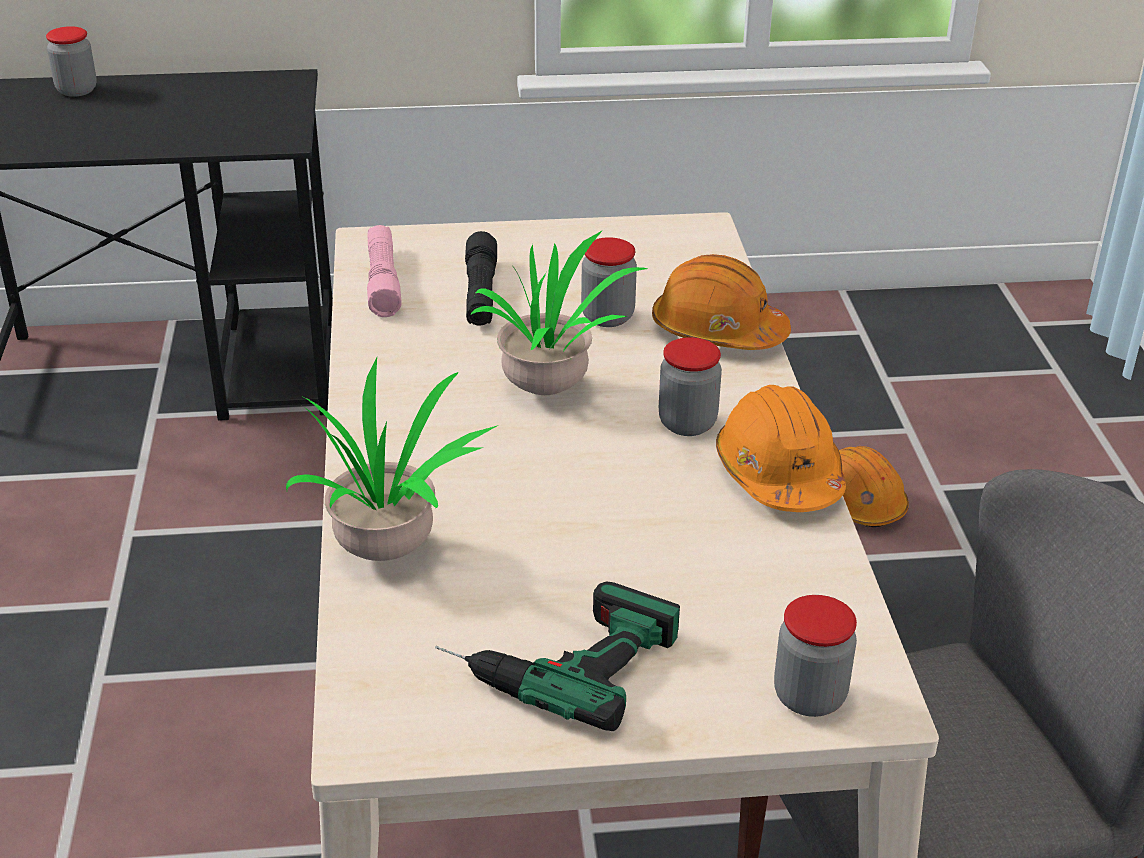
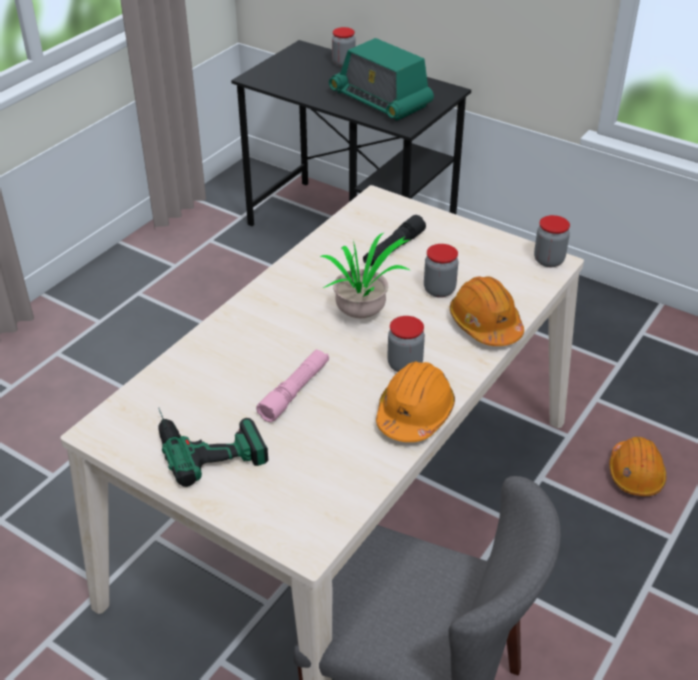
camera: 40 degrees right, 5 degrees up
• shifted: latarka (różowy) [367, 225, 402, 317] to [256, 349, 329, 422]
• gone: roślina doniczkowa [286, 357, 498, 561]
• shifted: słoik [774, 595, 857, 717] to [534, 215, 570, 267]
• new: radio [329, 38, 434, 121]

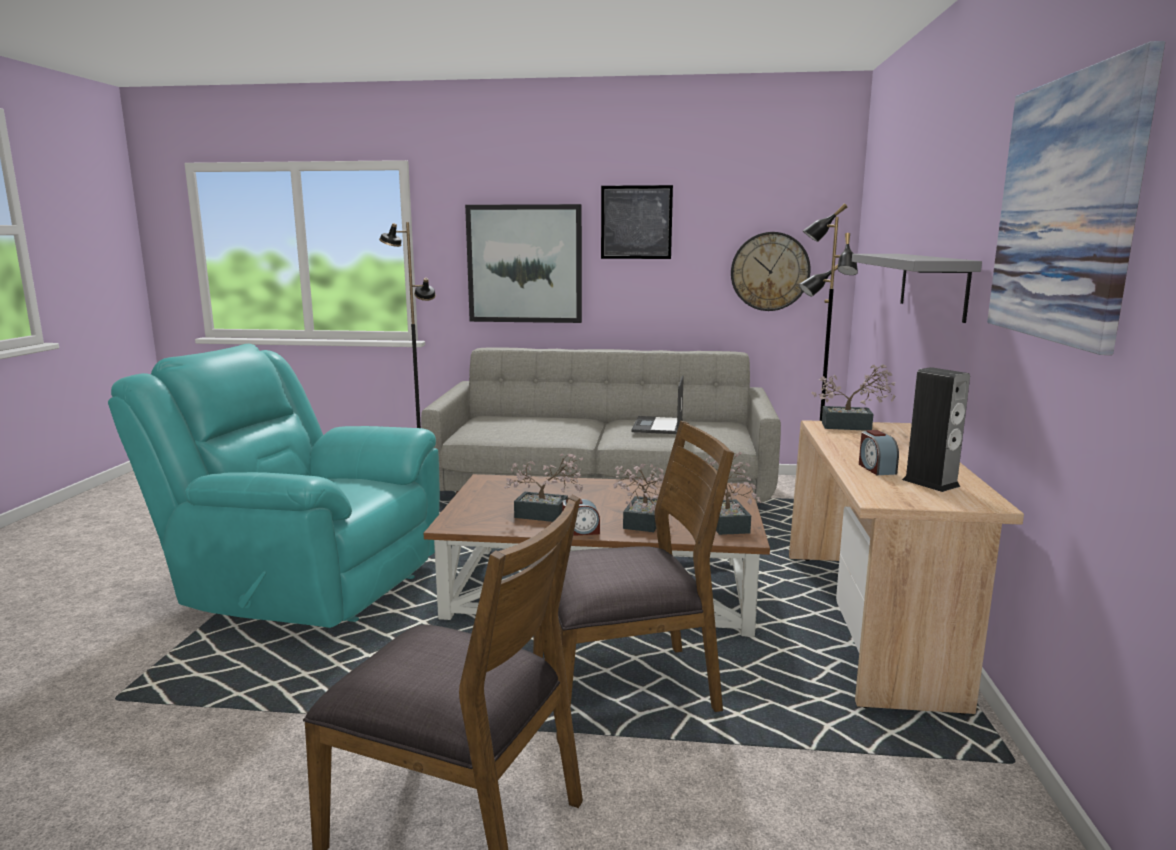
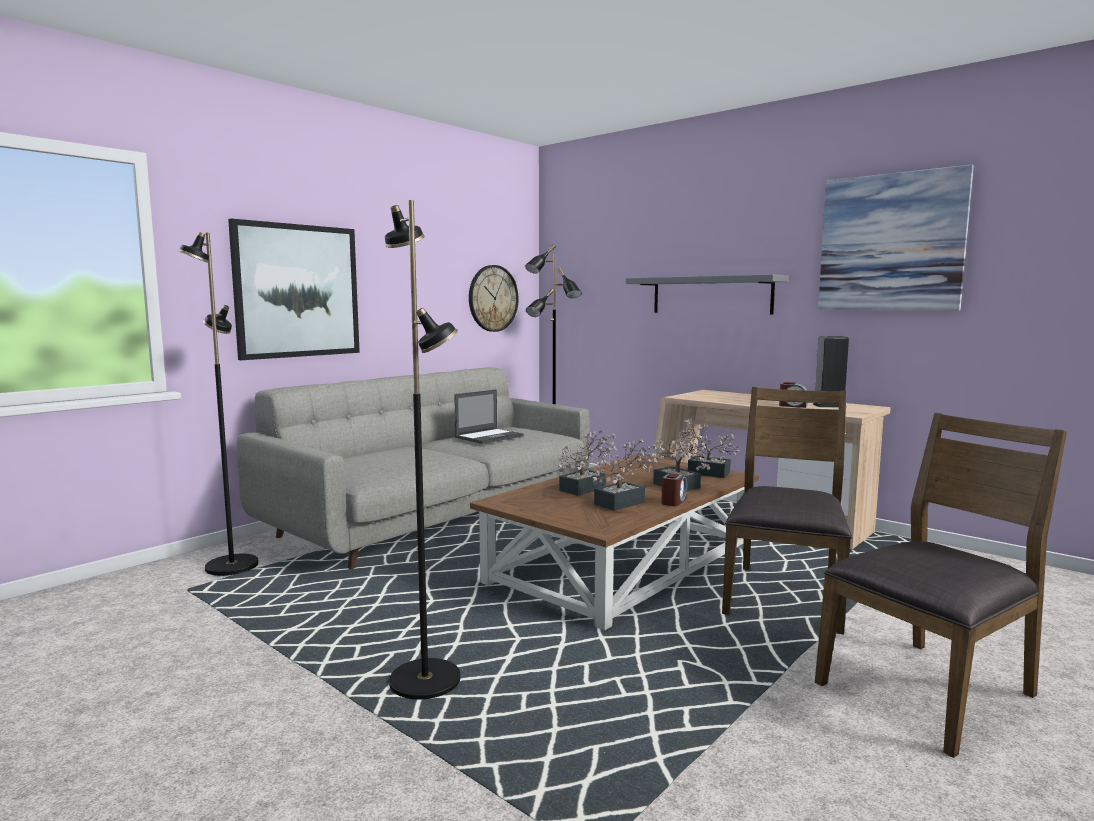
camera: 55 degrees left, 5 degrees down
• gone: obraz [601, 185, 673, 259]
• swapped: fotel (turkusowy) [108, 344, 440, 628] to lampa stojąca (czarny) [385, 200, 460, 699]
• shifted: roślina doniczkowa [812, 365, 895, 431] to [558, 430, 617, 496]
• rotated: laptop [631, 375, 684, 434] = [454, 389, 524, 444] 90 degrees counterclockwise

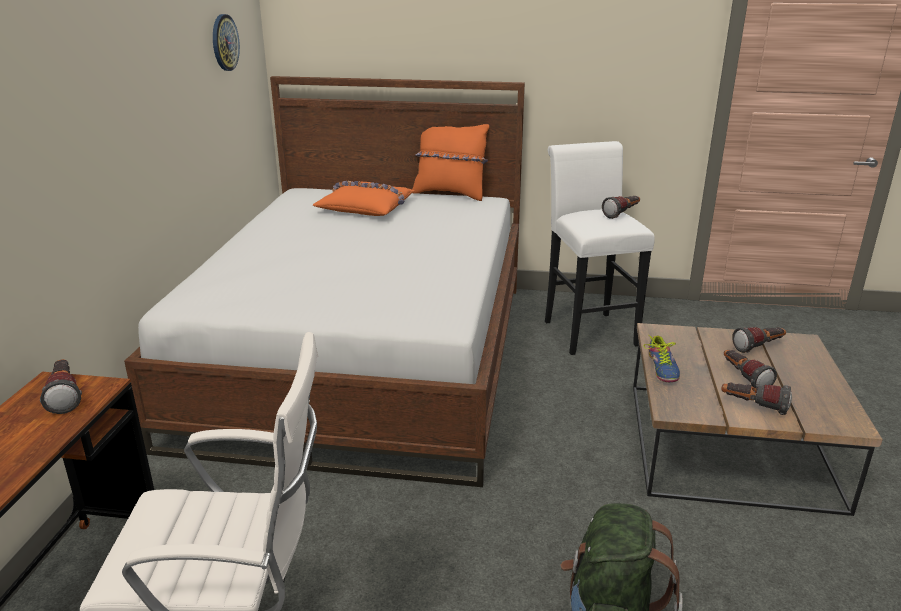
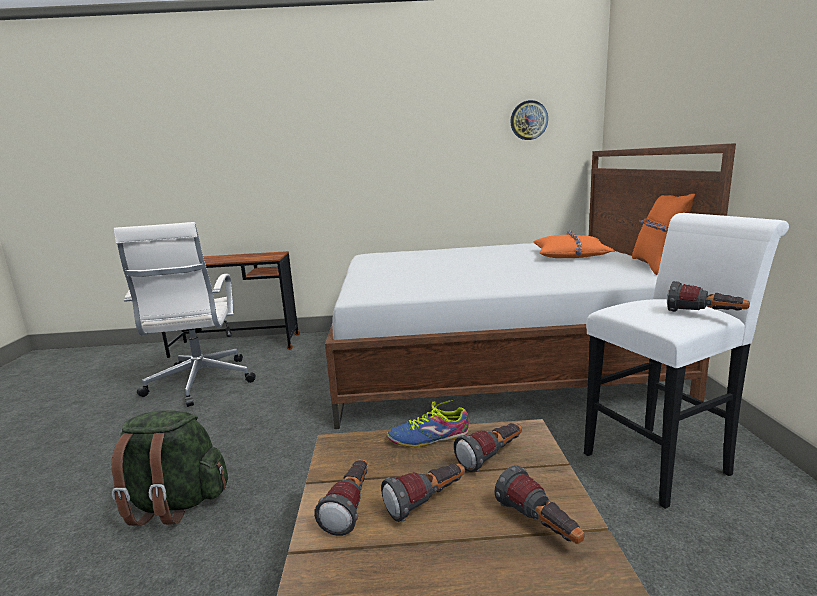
camera: 80 degrees right, 10 degrees down
• shifted: latarka [40, 359, 82, 414] to [454, 423, 522, 472]

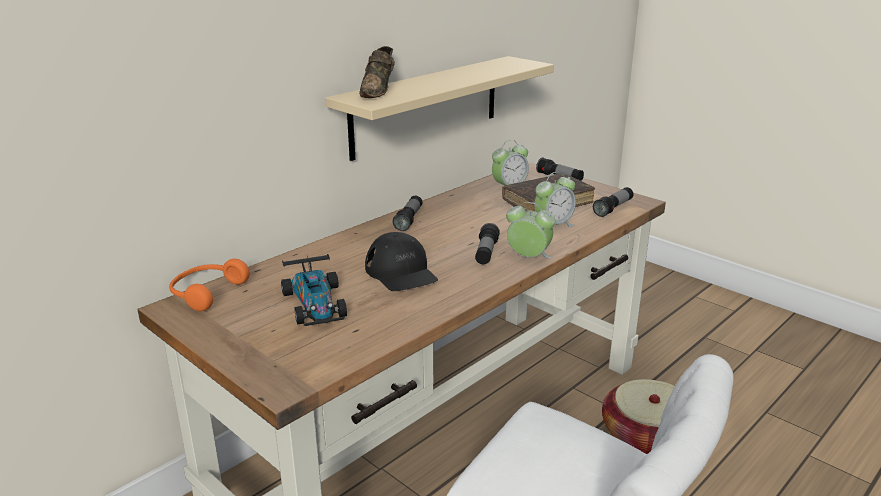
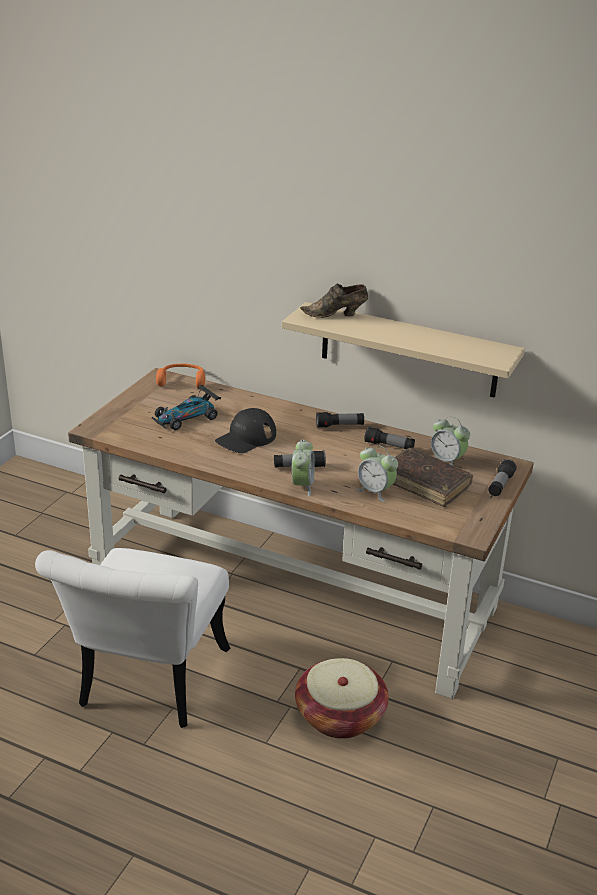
camera: 70 degrees right, 5 degrees up
• shifted: latarka [593, 187, 633, 217] to [364, 427, 415, 449]

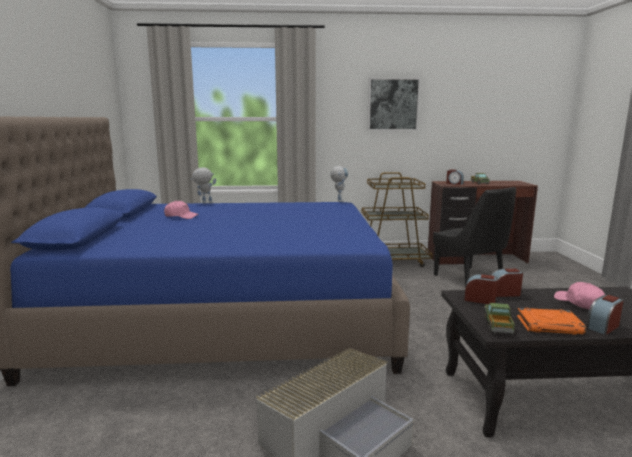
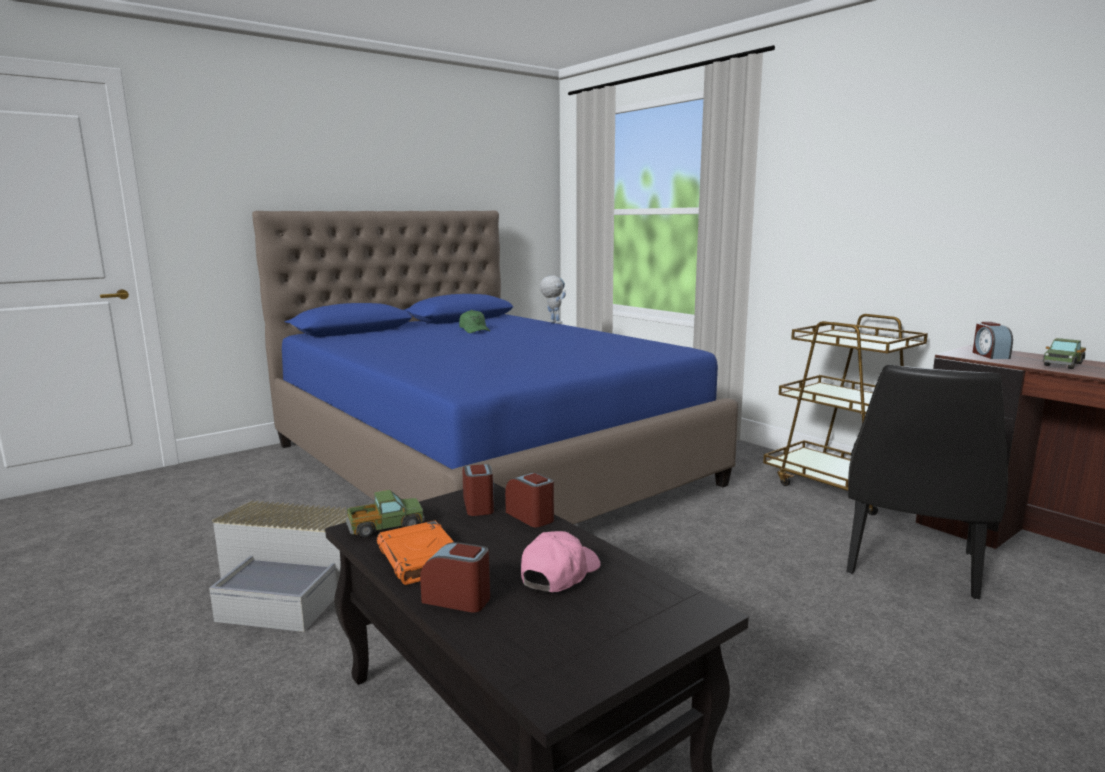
camera: 55 degrees right, 0 degrees up
• gone: obraz [367, 77, 421, 131]
• gone: robot zabawkowy [330, 166, 348, 202]
• repainted: czapka z daszkiem (różowy) [164, 200, 199, 219] to czapka z daszkiem (zielony) [459, 310, 490, 333]

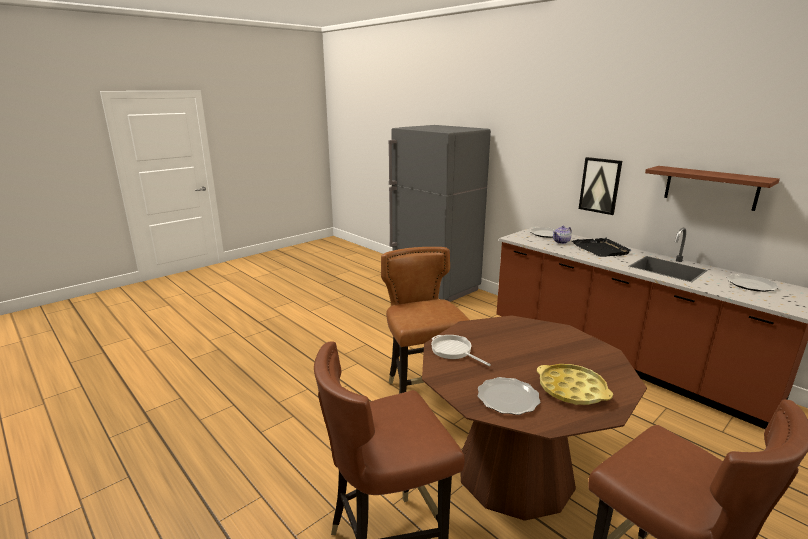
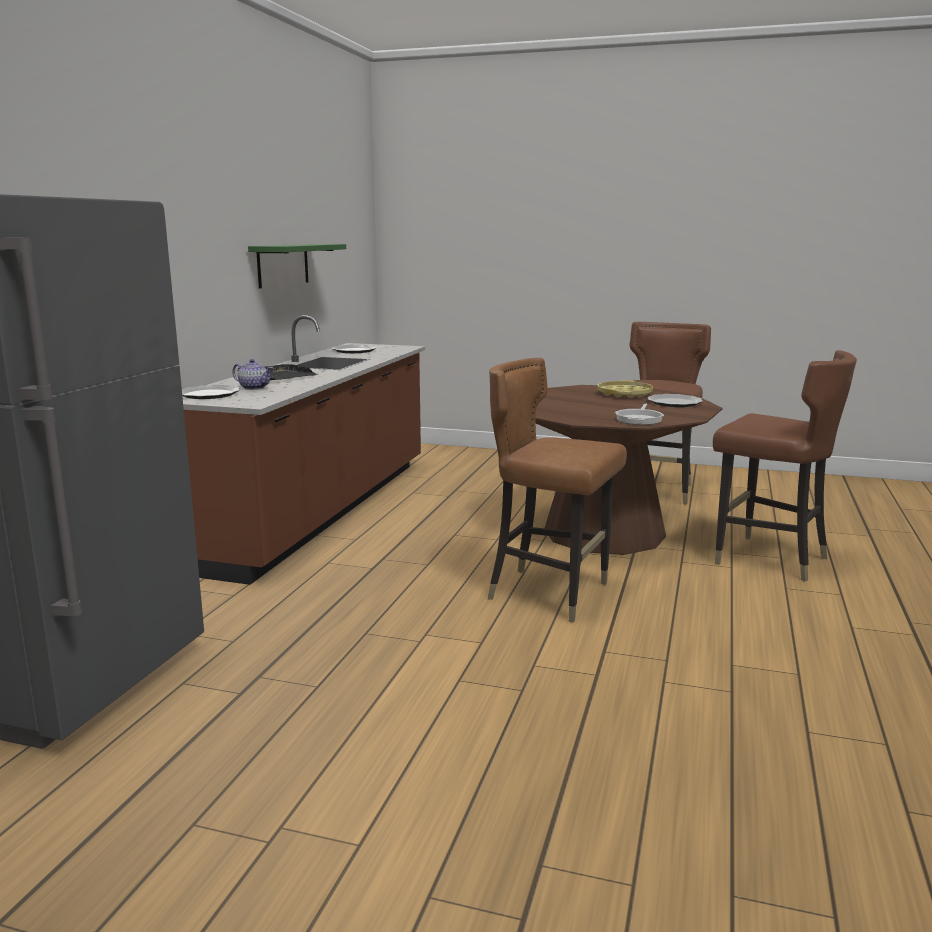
camera: 120 degrees left, 5 degrees down
• gone: obraz [579, 157, 622, 215]
• repainted: półka (brązowy) [645, 166, 780, 211] to półka (zielony) [248, 244, 346, 288]
• rotated: krzesło (brązowy) [381, 247, 470, 394] = [488, 358, 627, 623] 75 degrees clockwise

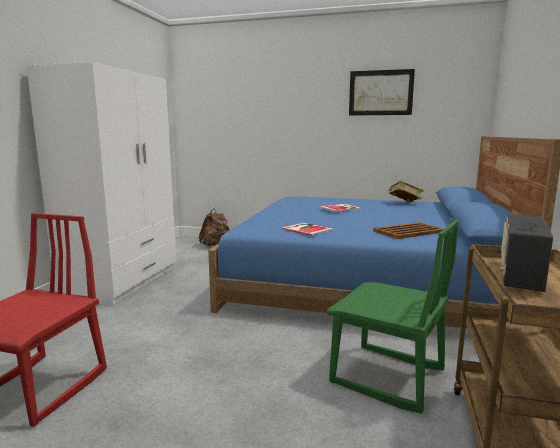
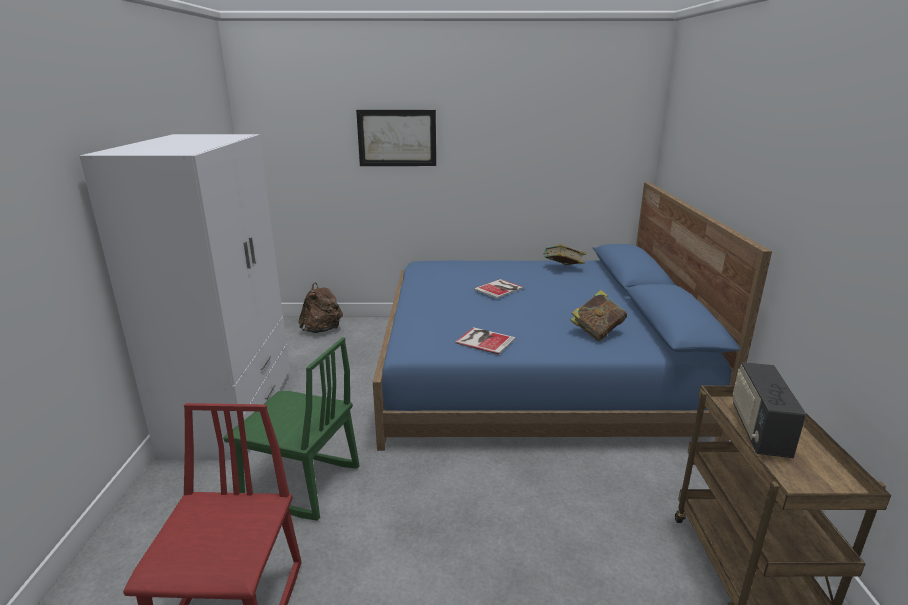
camera: 15 degrees left, 10 degrees up
• shifted: obraz [349, 69, 415, 116] to [356, 110, 436, 166]
• shifted: krzesło (zielony) [327, 220, 459, 414] to [223, 337, 359, 521]
• swapped: taca (brązowy) [373, 222, 444, 239] to książka [570, 290, 627, 341]

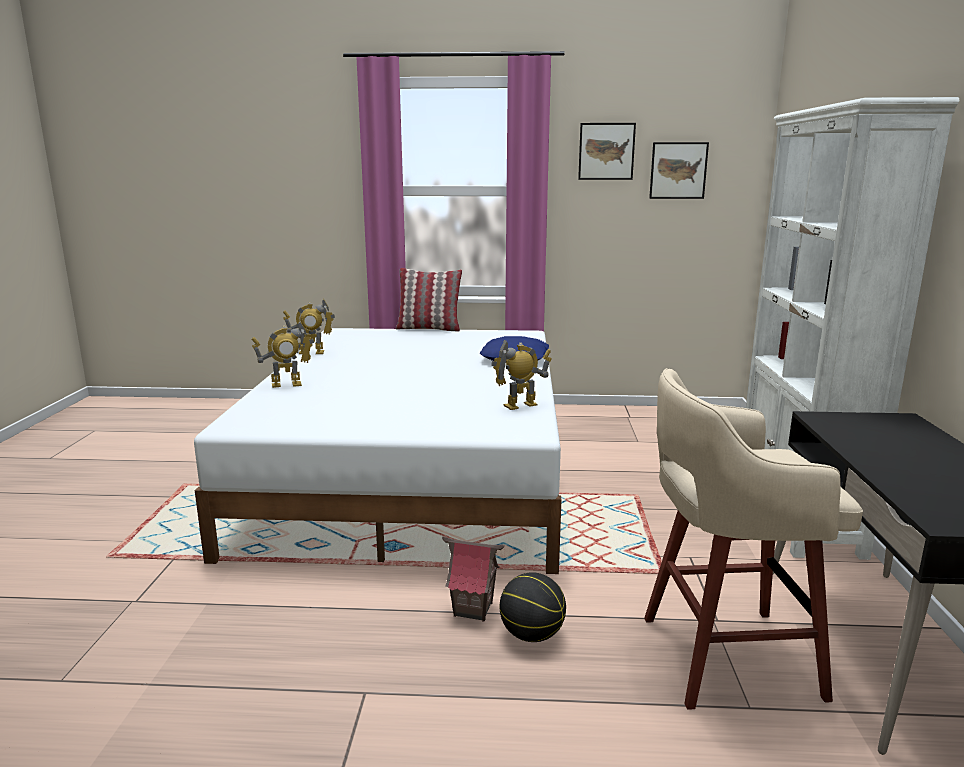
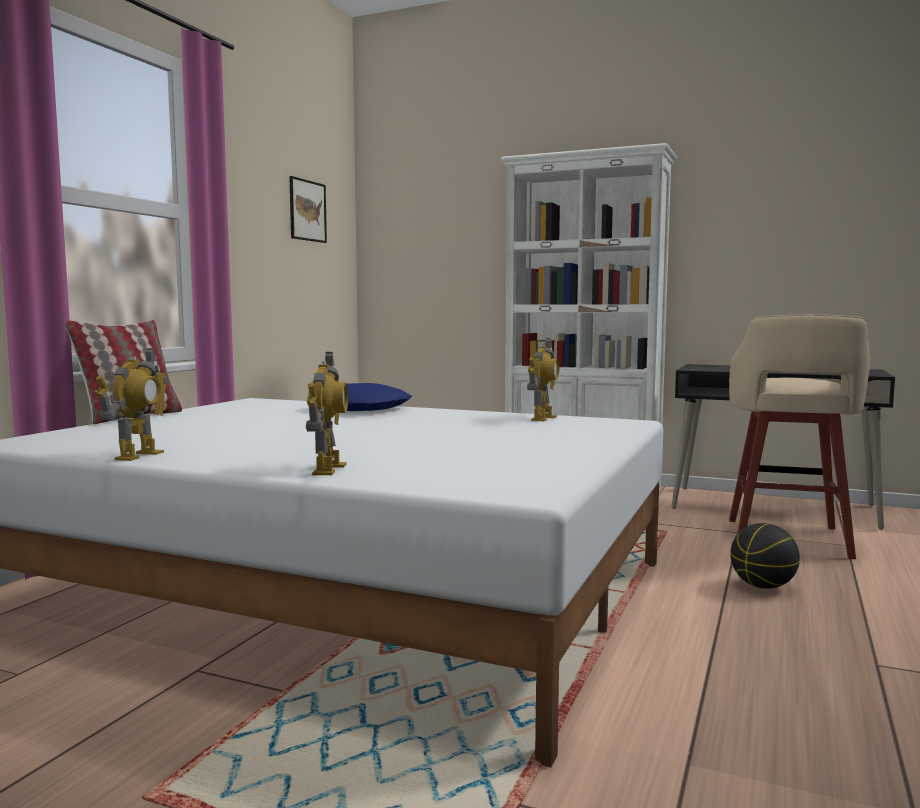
camera: 70 degrees left, 10 degrees down
• gone: obraz [578, 123, 636, 180]
• rotated: robot zabawkowy [491, 340, 552, 410] = [527, 338, 559, 421] 150 degrees counterclockwise
• gone: domek [442, 537, 504, 622]

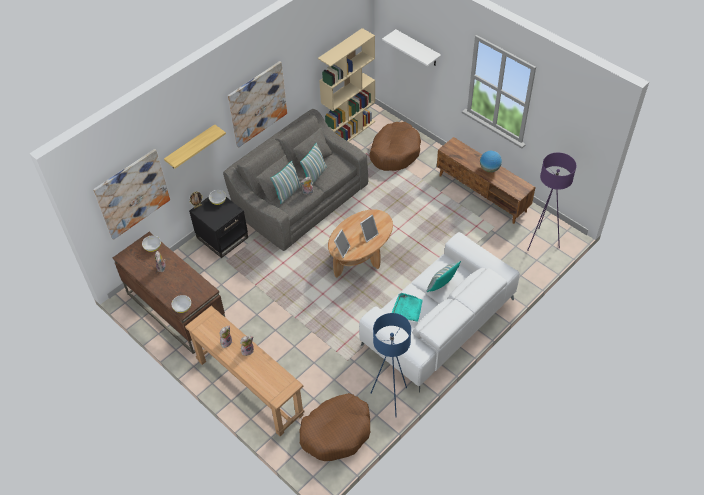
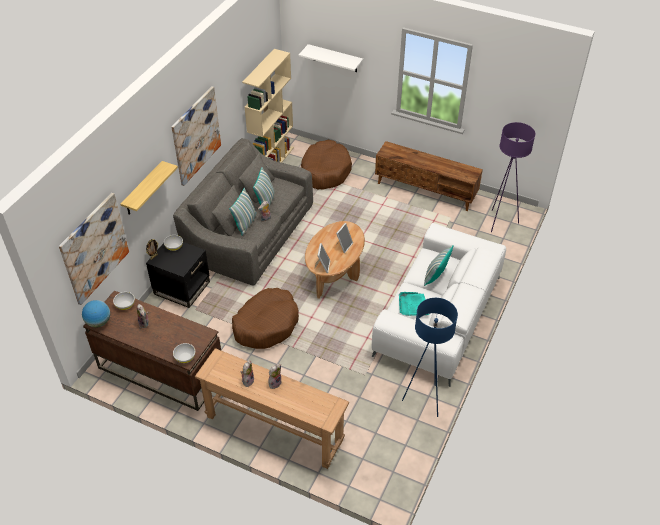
camera: 20 degrees left, 5 degrees down
• shifted: globus [480, 151, 502, 172] to [82, 300, 110, 328]
• shifted: legowisko (brązowy) [300, 393, 370, 461] to [232, 288, 299, 349]

